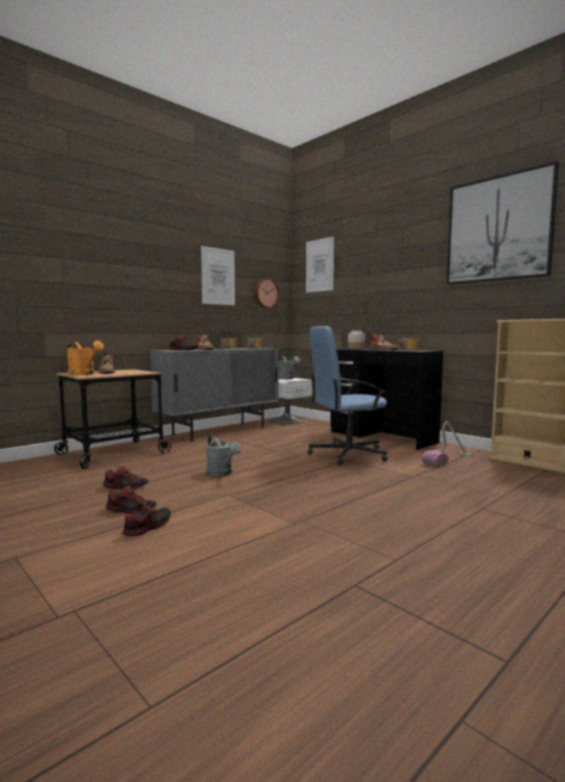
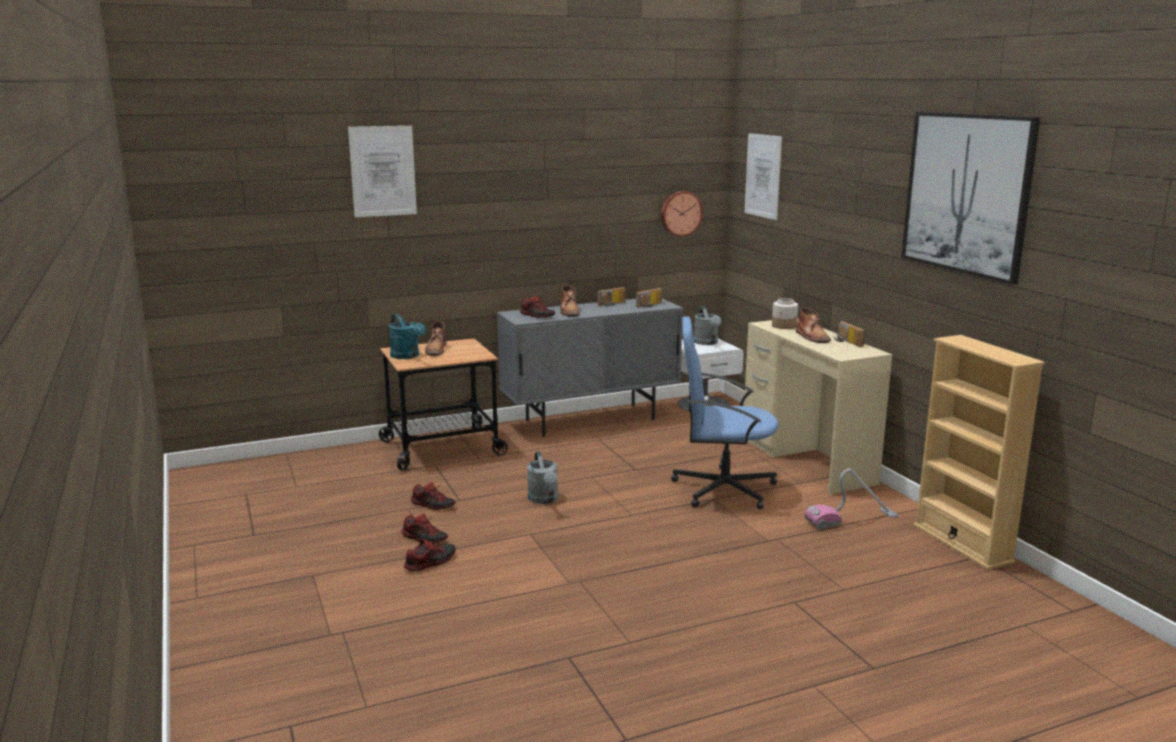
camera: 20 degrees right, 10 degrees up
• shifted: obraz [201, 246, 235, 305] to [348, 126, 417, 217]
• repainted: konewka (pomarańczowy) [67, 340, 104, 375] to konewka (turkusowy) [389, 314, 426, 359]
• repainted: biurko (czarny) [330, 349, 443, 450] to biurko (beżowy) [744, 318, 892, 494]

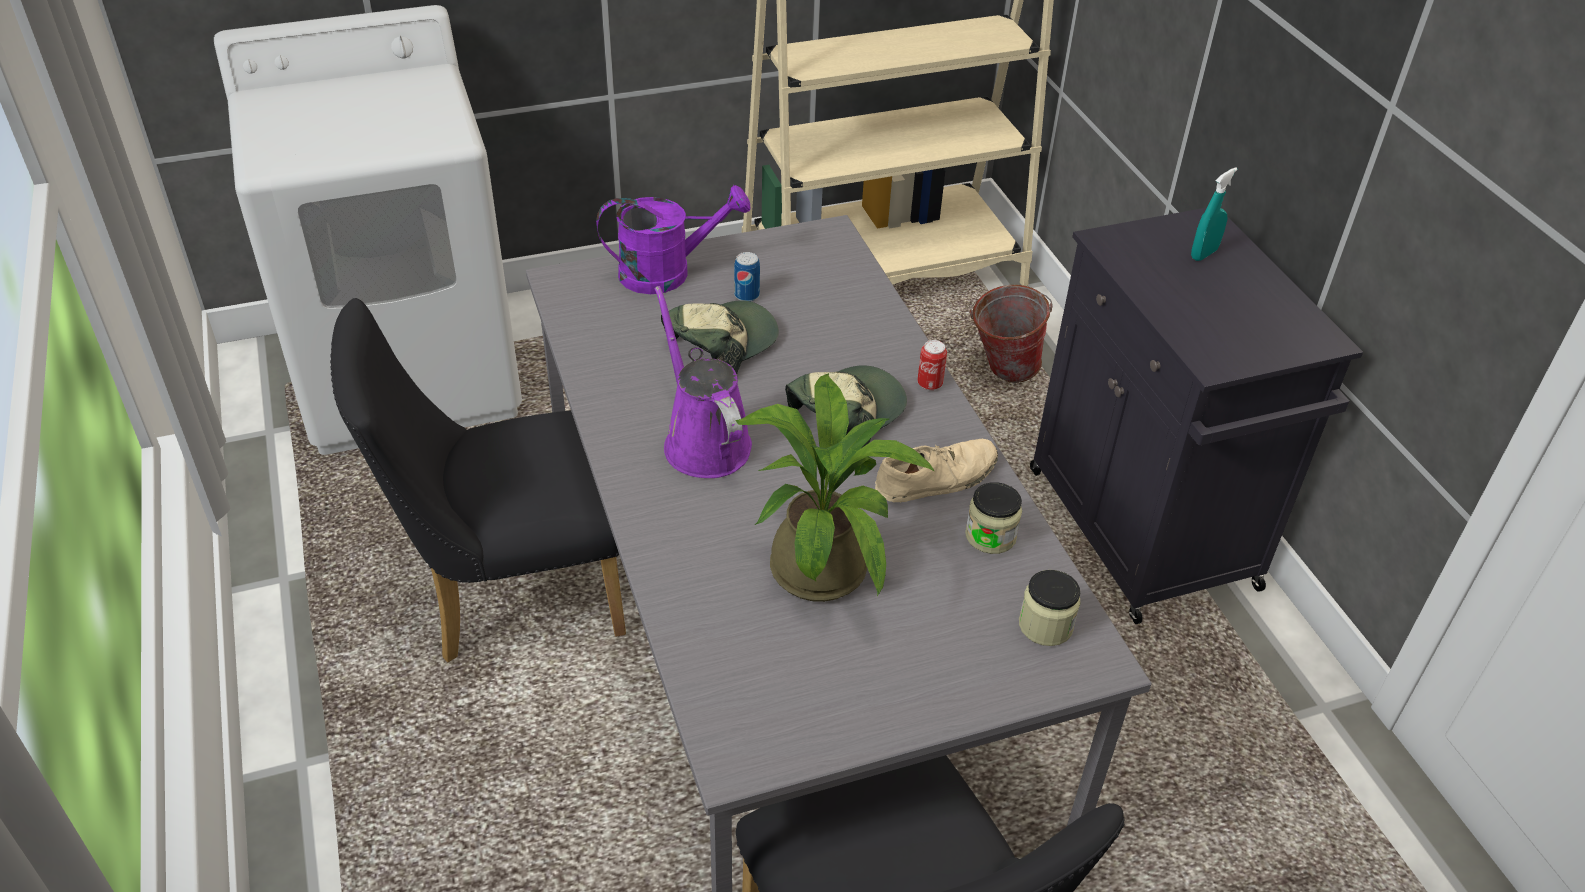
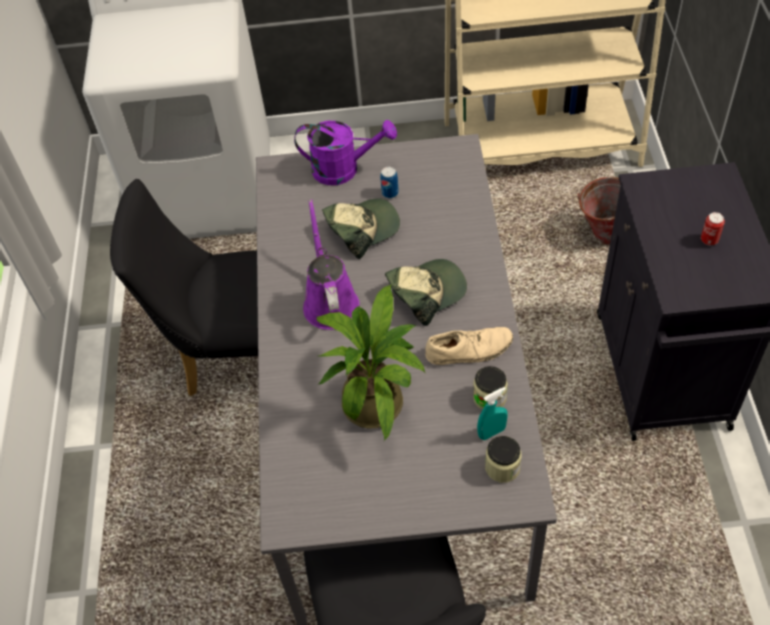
camera: 20 degrees right, 10 degrees up
• shifted: spryskiwacz (turkusowy) [1191, 167, 1237, 261] to [477, 387, 508, 440]
• shifted: puszka [917, 340, 947, 391] to [701, 212, 725, 246]

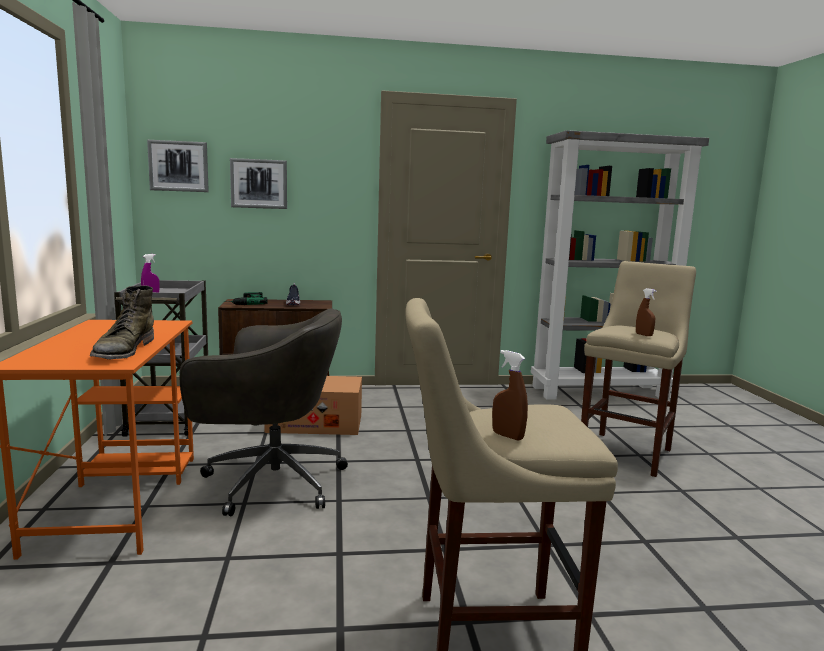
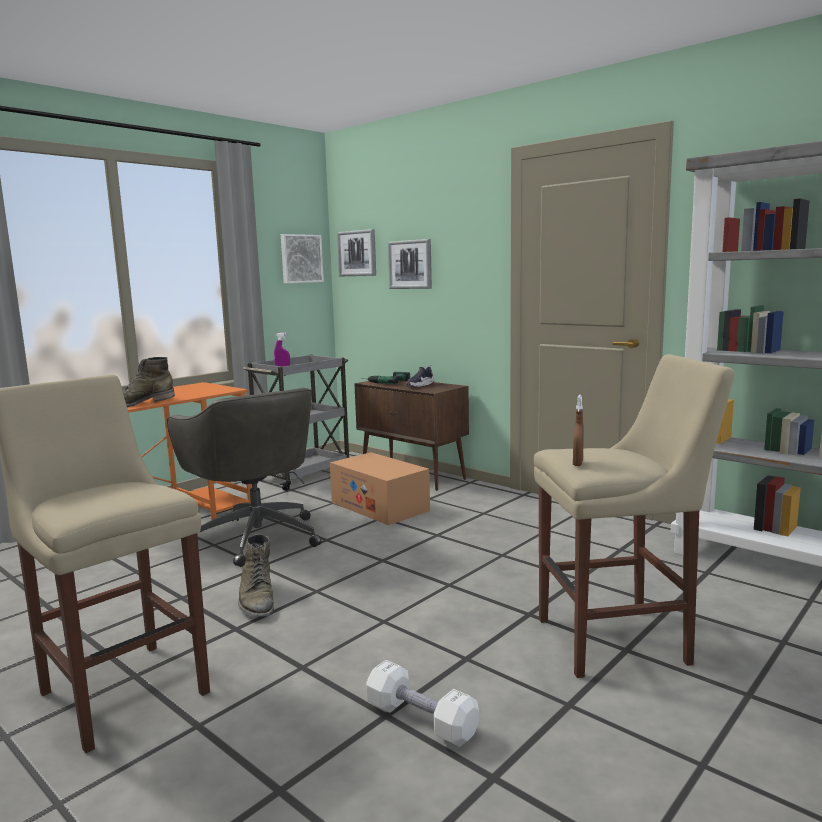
camera: 50 degrees right, 0 degrees up
• gone: spryskiwacz (brązowy) [492, 350, 528, 441]
• new: obraz [281, 234, 324, 283]
• new: but z cholewką (zielony) [238, 534, 274, 617]
• new: hantel (biały) [366, 660, 479, 747]

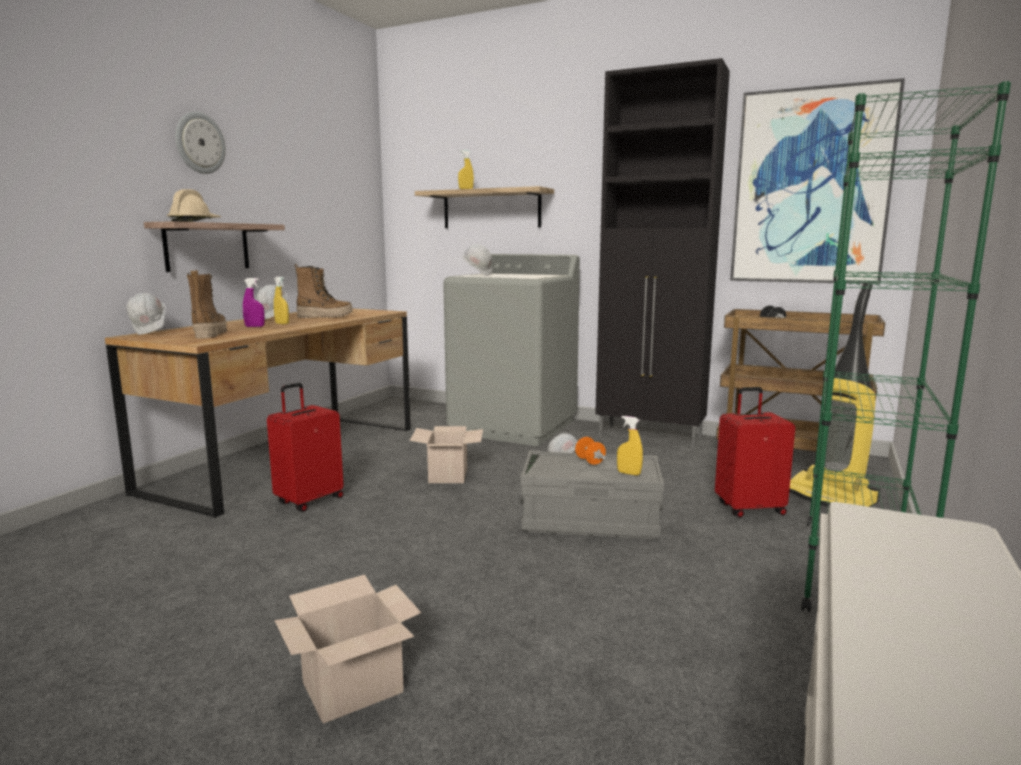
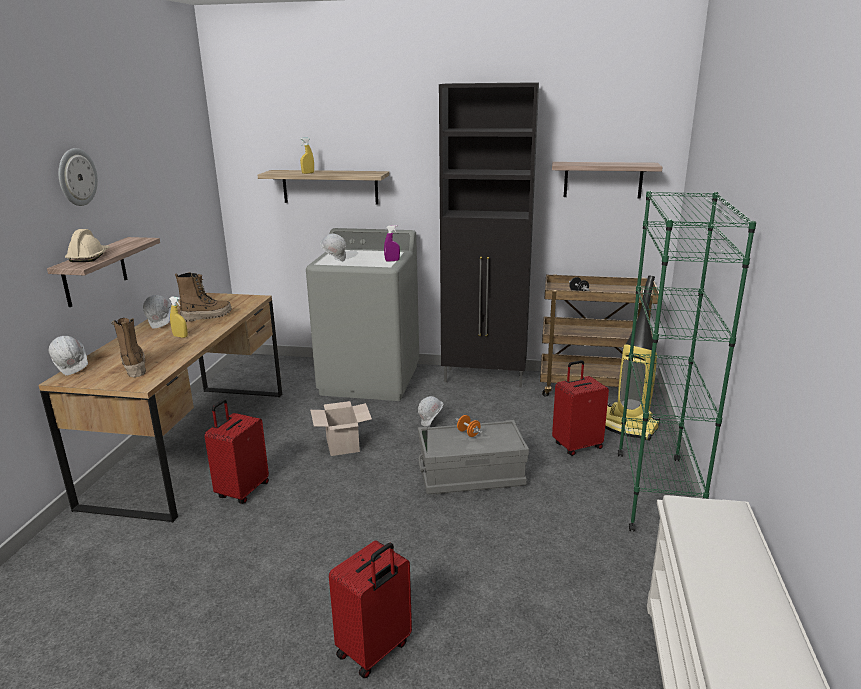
camera: 15 degrees left, 10 degrees up
• swapped: obraz [730, 78, 905, 284] to półka [552, 162, 662, 199]
• shifted: spryskiwacz (fioletowy) [243, 278, 265, 327] to [384, 225, 400, 262]
• gone: spryskiwacz (żółty) [617, 416, 643, 476]
• swapped: karton [274, 575, 421, 724] to walizka (czerwony) [329, 540, 412, 678]

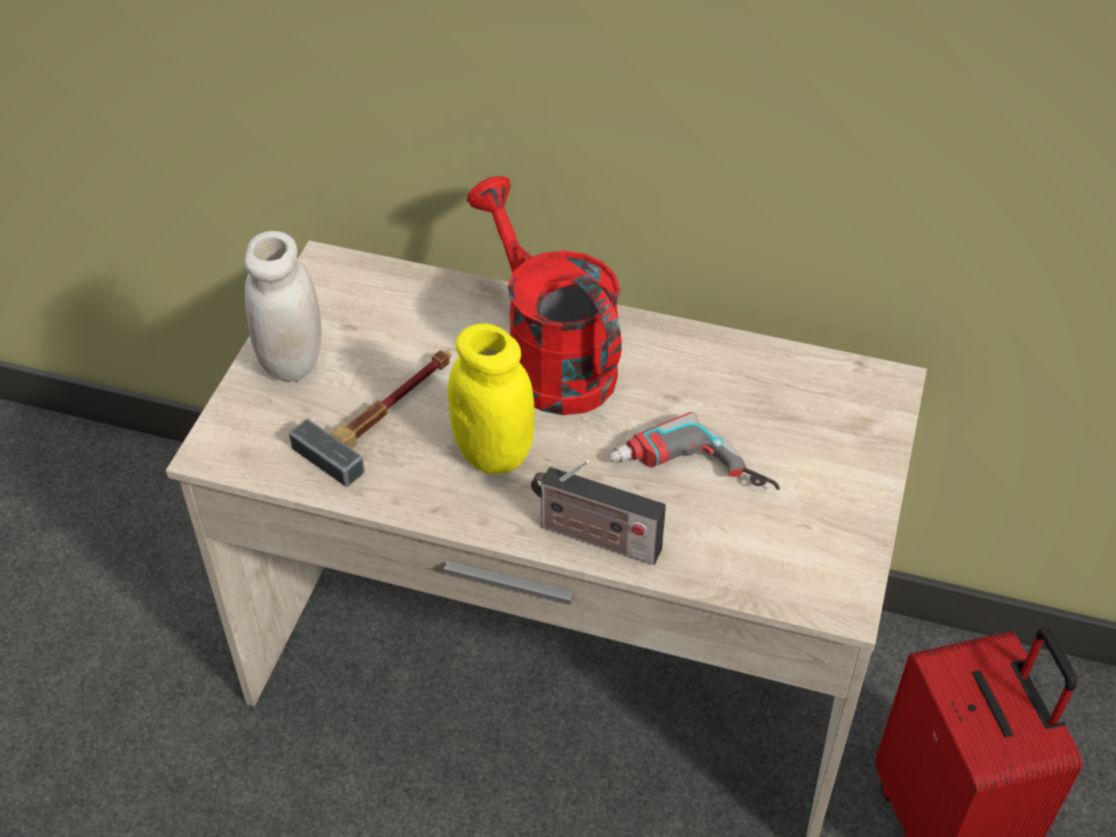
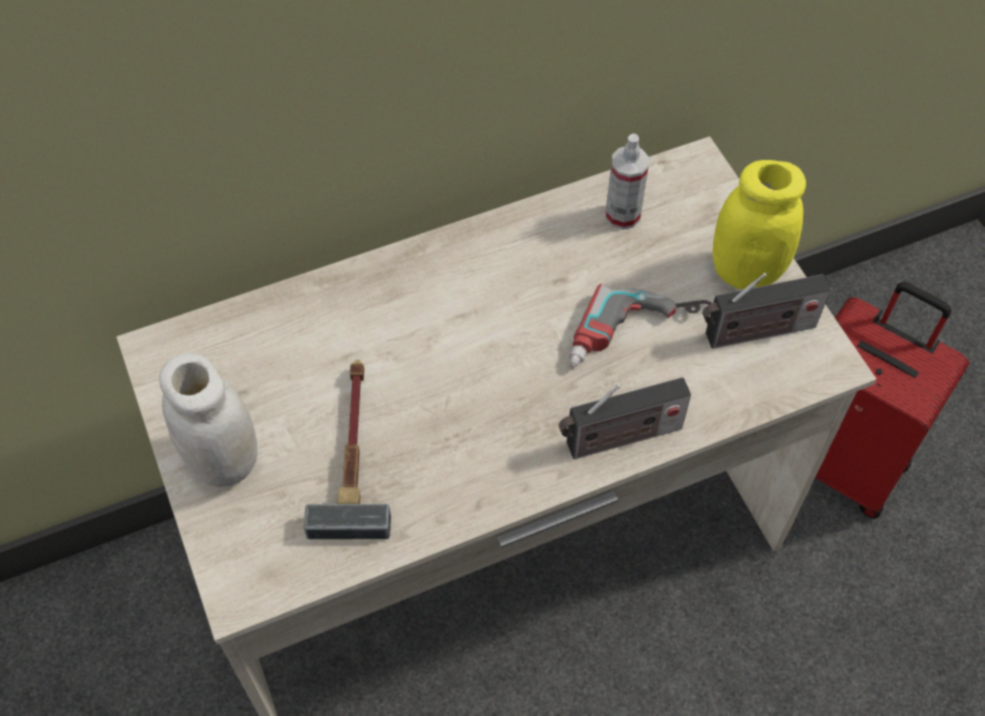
camera: 40 degrees left, 10 degrees up
• gone: konewka (czerwony) [467, 176, 622, 415]
• shifted: słoik (żółty) [448, 323, 534, 474] to [713, 160, 806, 290]
• new: spryskiwacz [605, 133, 649, 230]
• new: radio [703, 273, 831, 349]

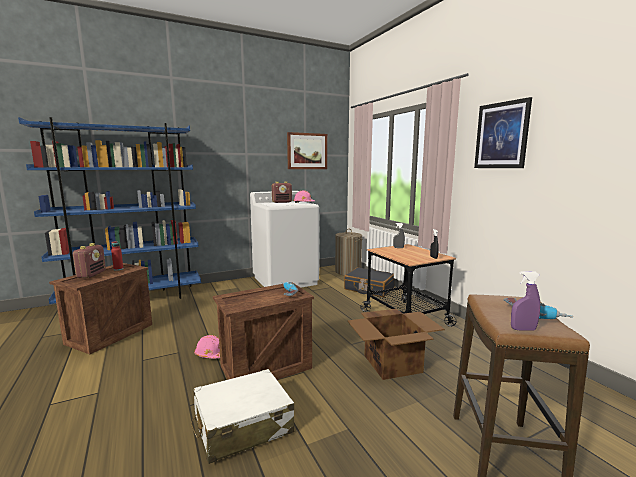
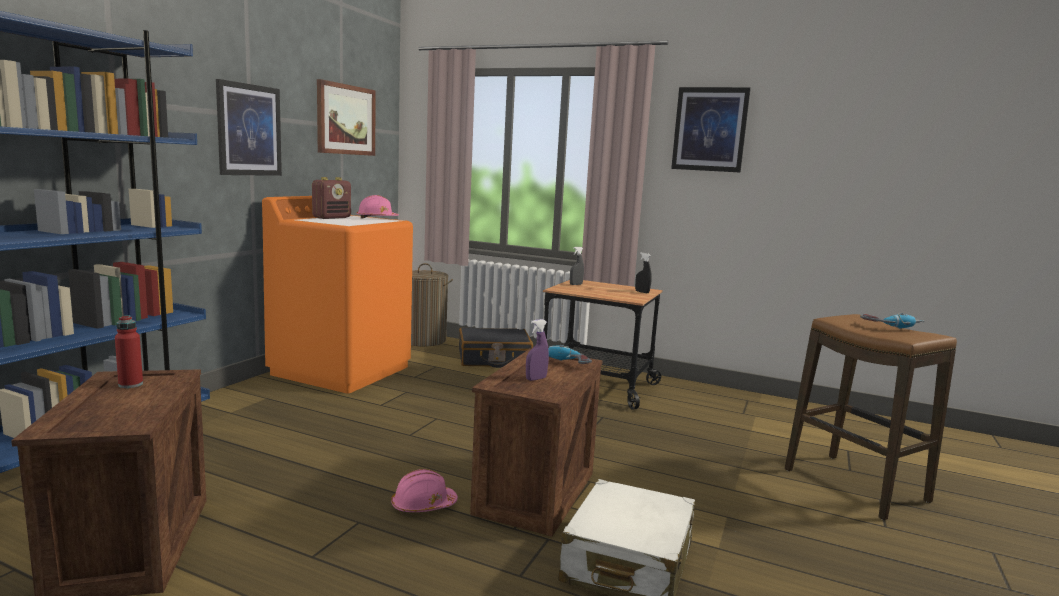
camera: 40 degrees left, 0 degrees up
• repainted: pralka (biały) [250, 191, 319, 288] to pralka (pomarańczowy) [262, 196, 413, 393]
• gone: radio [73, 243, 106, 278]
• shifted: spryskiwacz (fioletowy) [511, 271, 540, 331] to [526, 319, 549, 381]
• gone: karton [347, 309, 445, 380]
• new: obraz [216, 79, 282, 176]

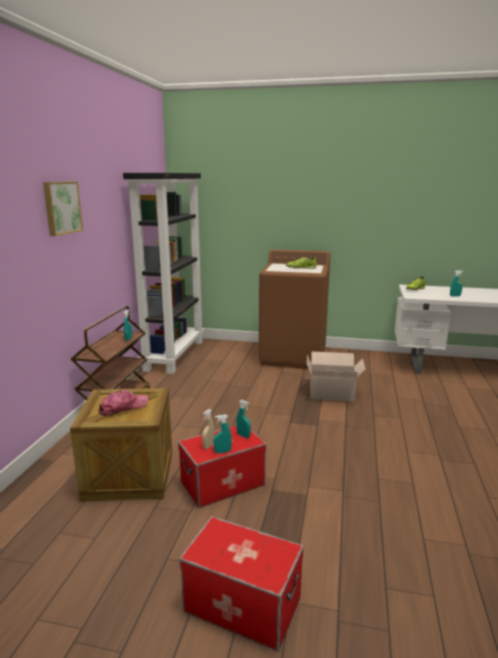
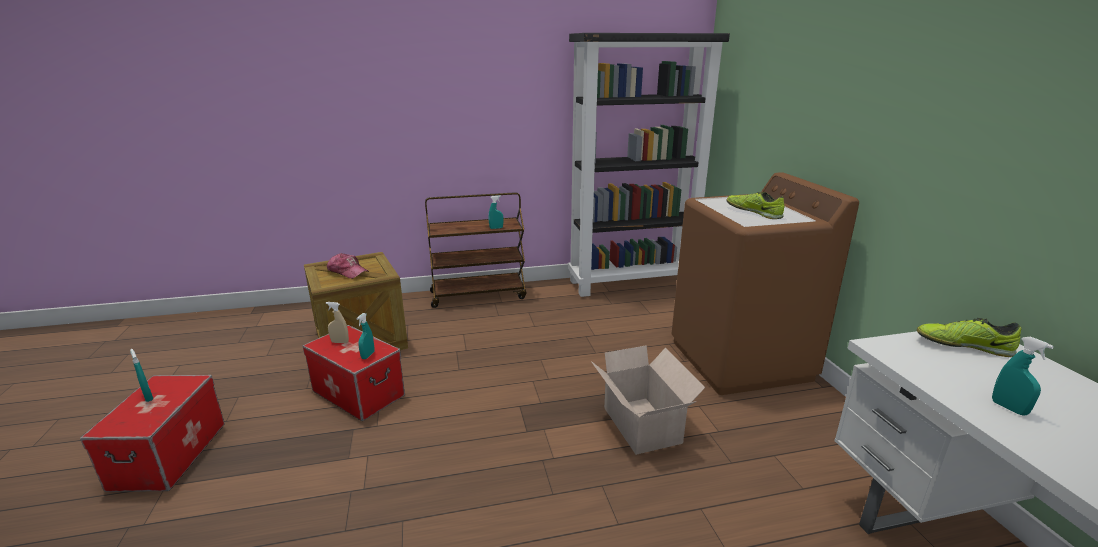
camera: 65 degrees right, 5 degrees up
• gone: obraz [43, 182, 83, 236]
• shifted: spryskiwacz (turkusowy) [214, 415, 232, 454] to [130, 349, 153, 402]

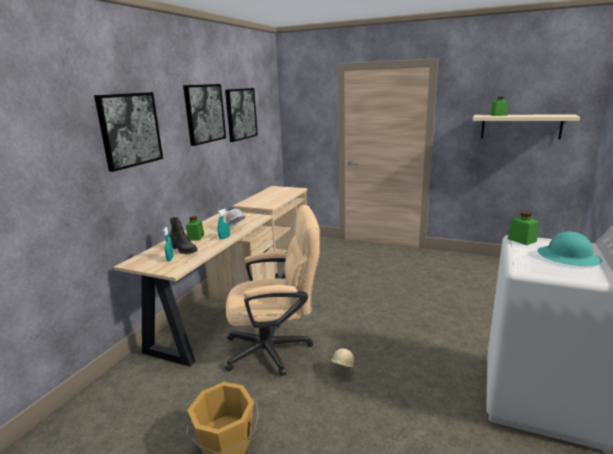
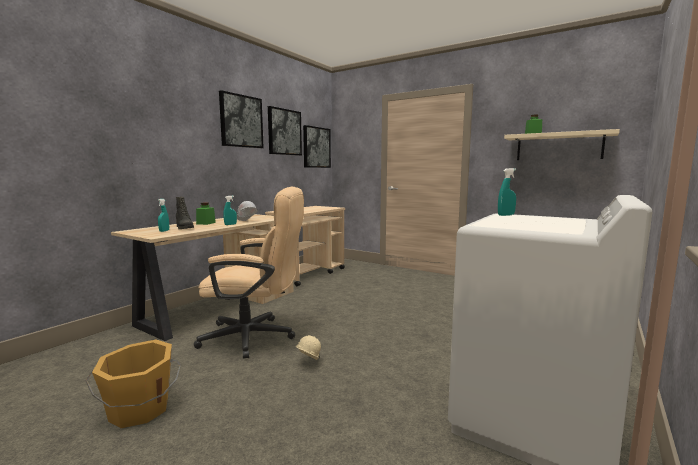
camera: 10 degrees right, 10 degrees down
• shifted: obraz [94, 92, 163, 172] to [303, 125, 331, 168]
• swapped: słoik (zielony) [508, 211, 539, 245] to spryskiwacz (turkusowy) [498, 168, 516, 216]
• gone: kask (turkusowy) [538, 232, 602, 266]

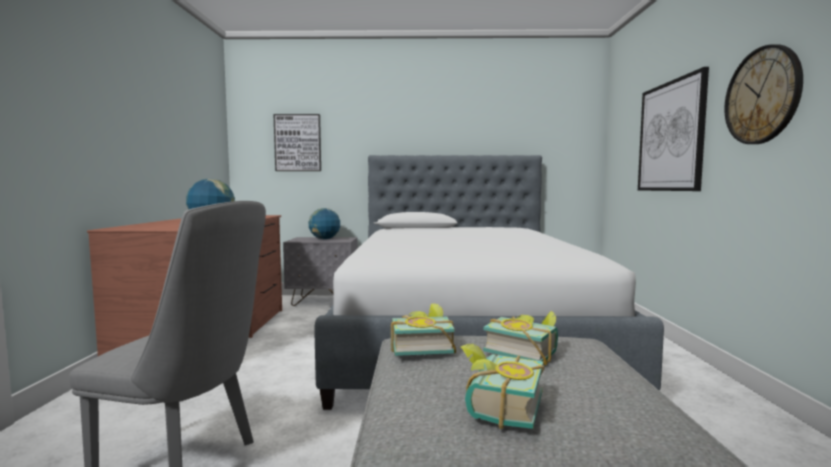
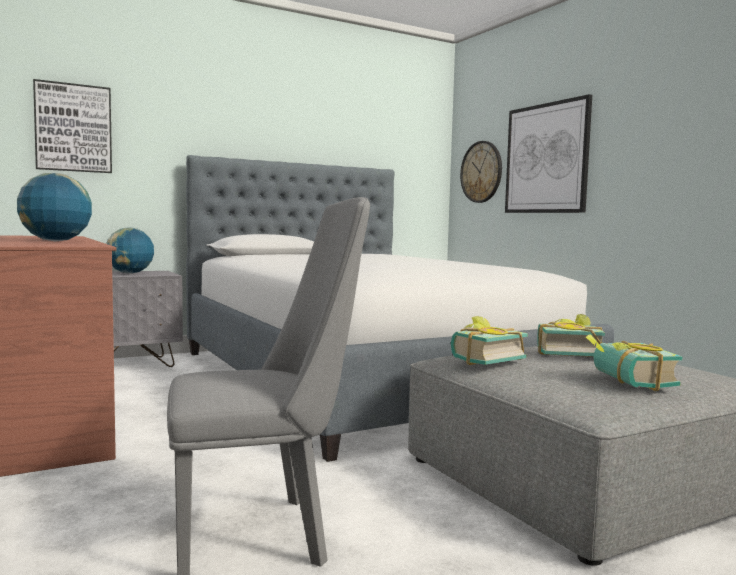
camera: 30 degrees left, 0 degrees up
• shifted: zegar ścienny [724, 45, 803, 144] to [460, 141, 502, 203]

